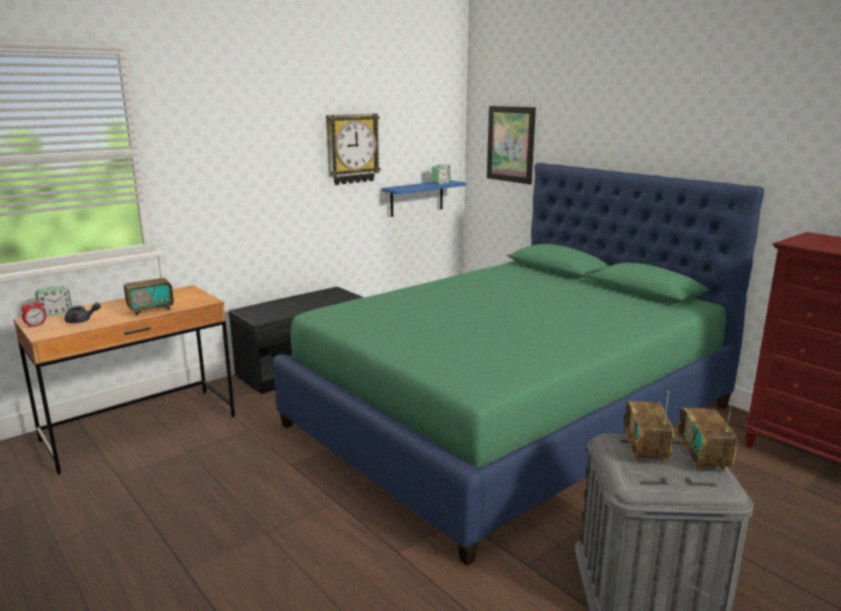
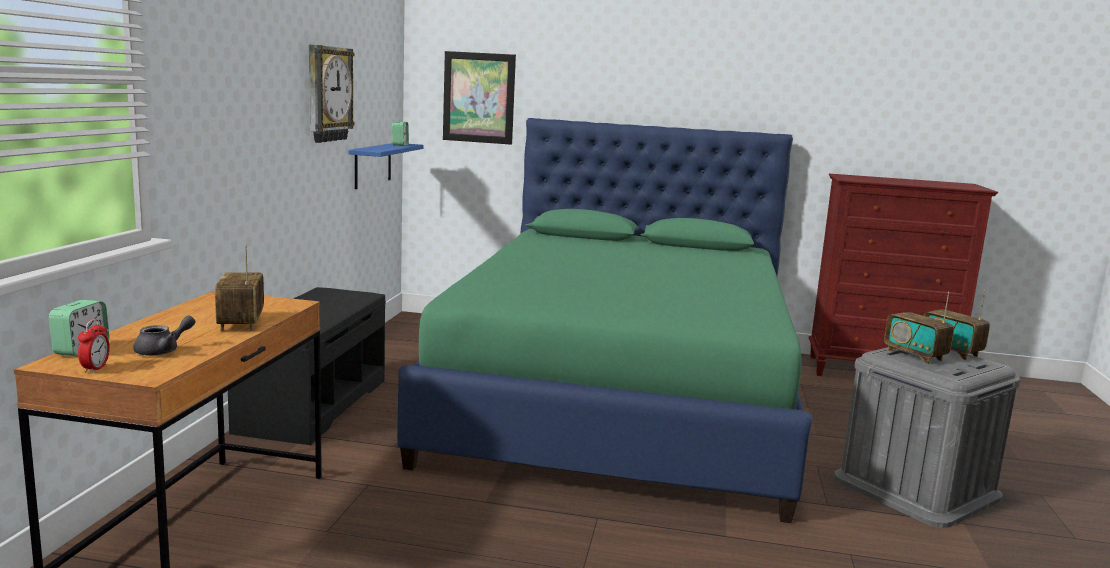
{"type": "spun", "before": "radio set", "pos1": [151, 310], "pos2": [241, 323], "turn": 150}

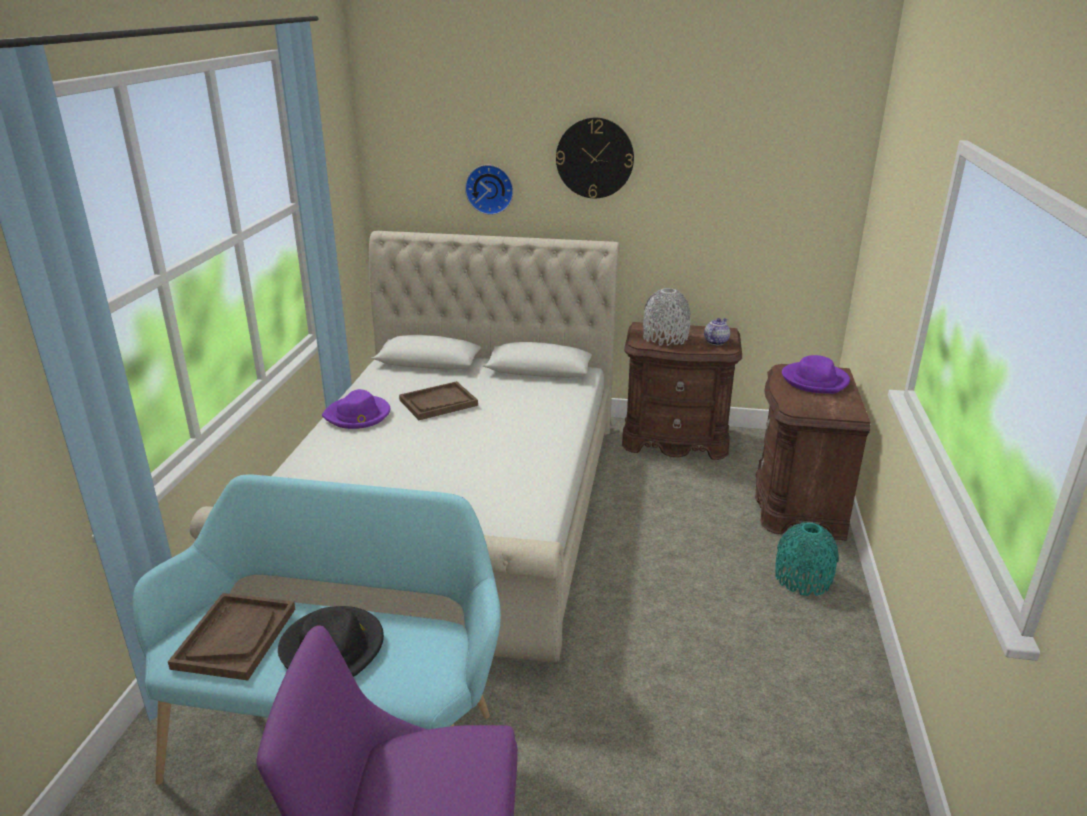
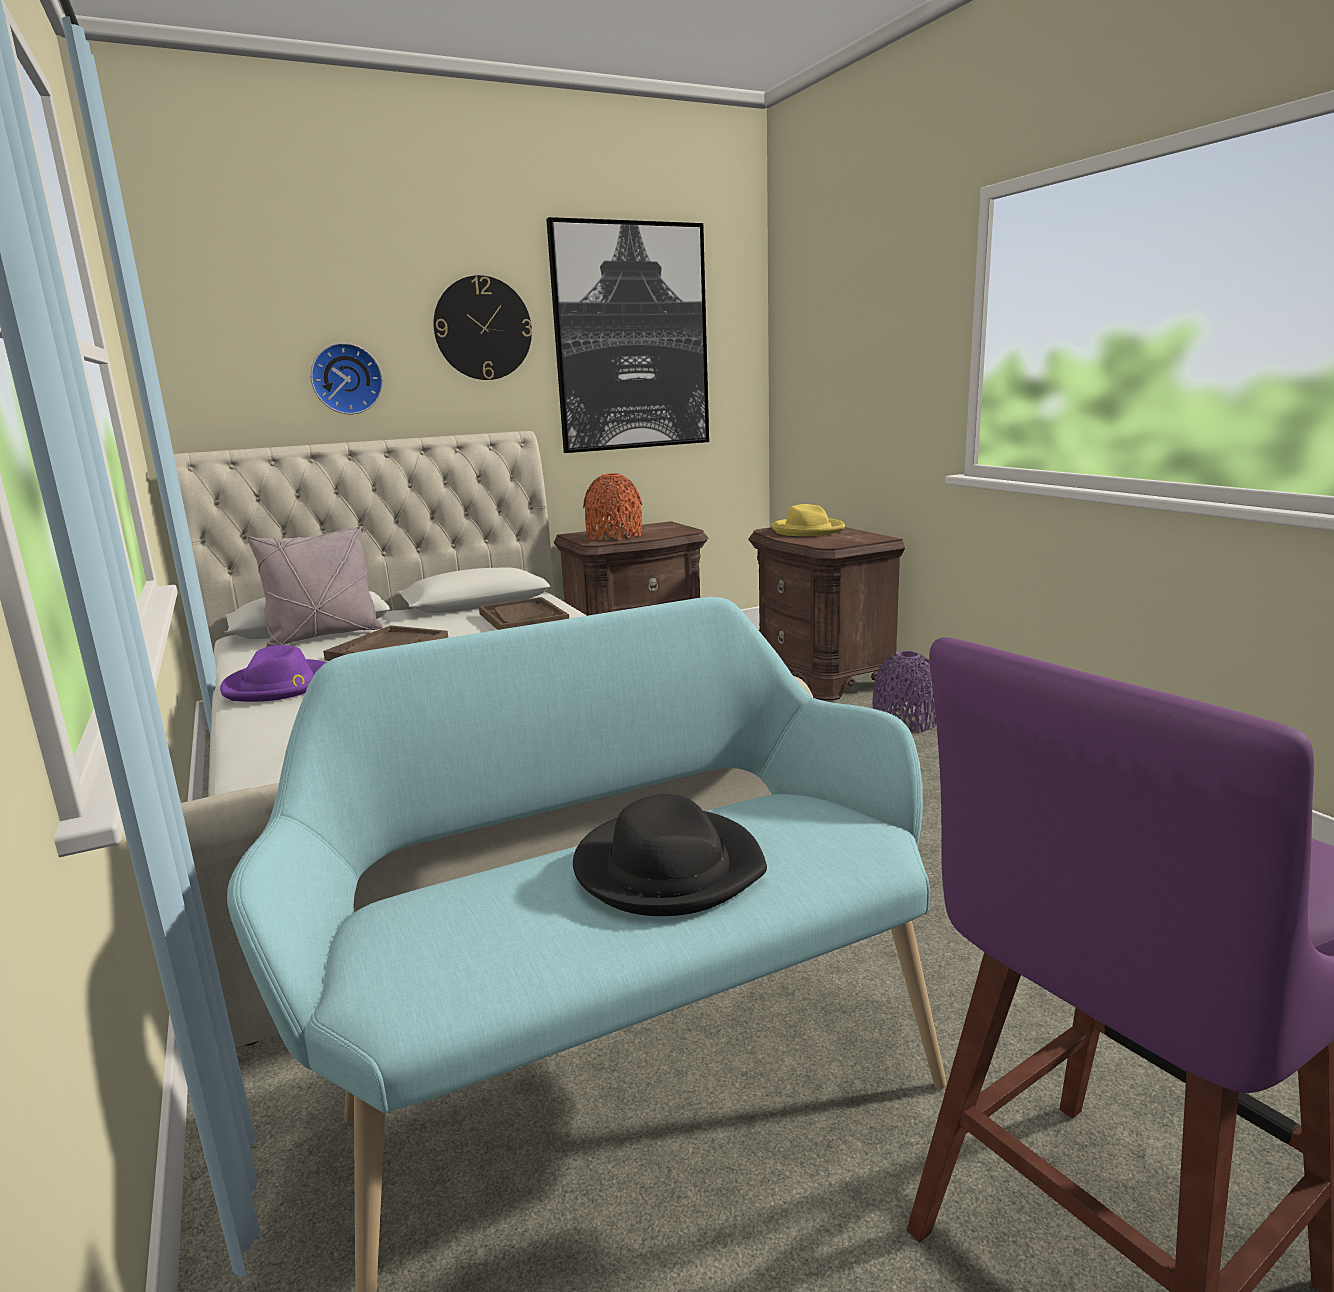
{"type": "relocated", "before": "tray in brown", "pos1": [235, 637], "pos2": [523, 618]}
{"type": "colour", "before": "vase in gray", "after": "vase in orangey", "pos1": [665, 338], "pos2": [614, 536]}
{"type": "missing", "before": "tea pot", "pos1": [716, 342]}
{"type": "colour", "before": "vase in turquoise", "after": "vase in purple", "pos1": [802, 578], "pos2": [905, 721]}
{"type": "colour", "before": "wearable hat in purple", "after": "wearable hat in yellow-coloured", "pos1": [815, 380], "pos2": [807, 530]}
{"type": "appeared", "after": "cushion in purple", "pos2": [324, 636]}
{"type": "appeared", "after": "wall picture", "pos2": [631, 338]}

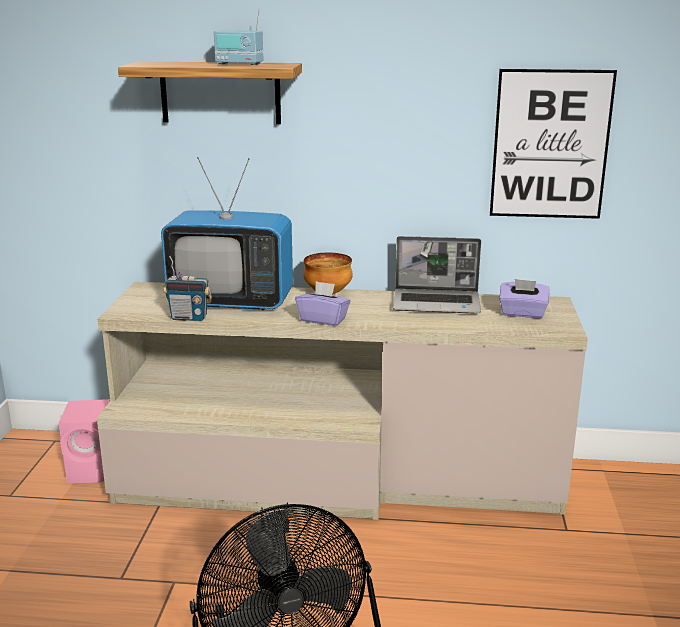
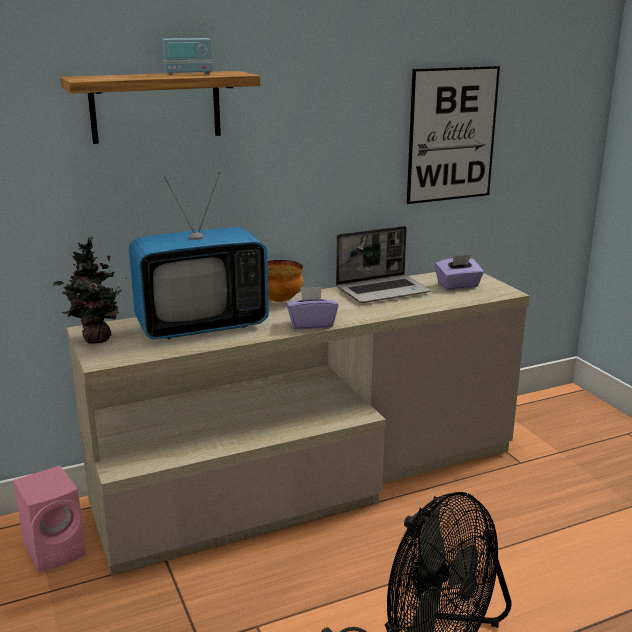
{"type": "missing", "before": "radio set", "pos1": [189, 318]}
{"type": "appeared", "after": "plant in a pot", "pos2": [94, 339]}

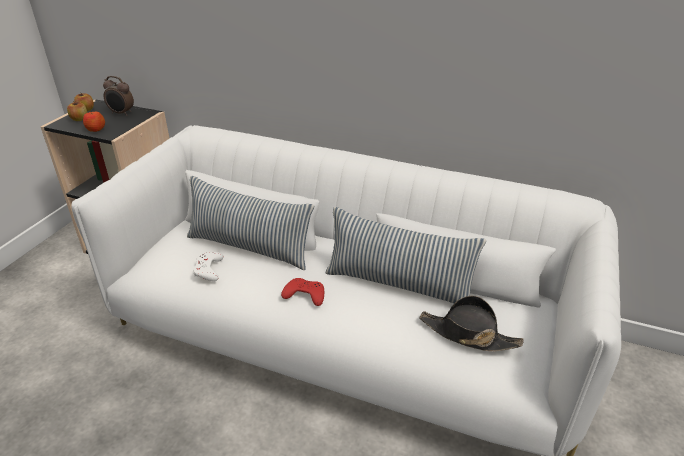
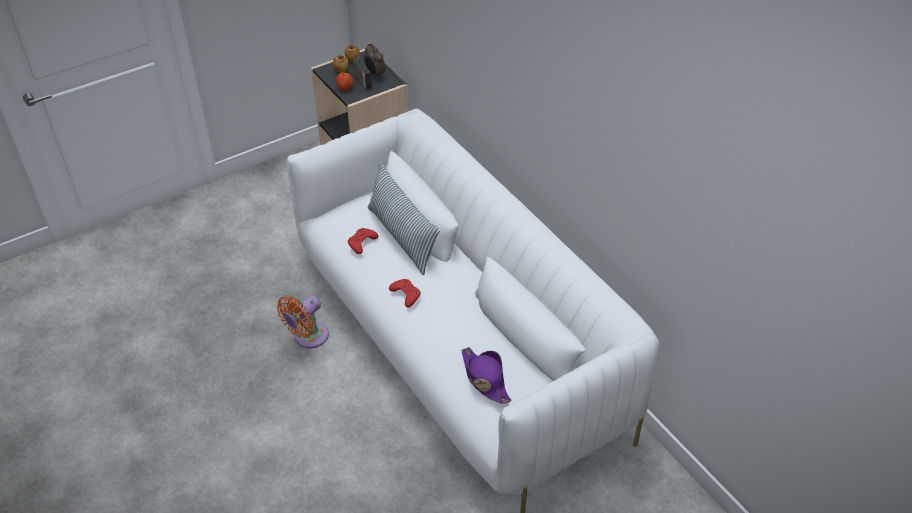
{"type": "colour", "before": "game controller in white-coloured", "after": "game controller in reddish", "pos1": [208, 269], "pos2": [361, 242]}
{"type": "missing", "before": "cushion", "pos1": [398, 284]}
{"type": "colour", "before": "wearable hat in blackish", "after": "wearable hat in purple", "pos1": [468, 334], "pos2": [484, 379]}
{"type": "appeared", "after": "fan in orangey", "pos2": [308, 337]}
{"type": "appeared", "after": "radio set", "pos2": [361, 80]}

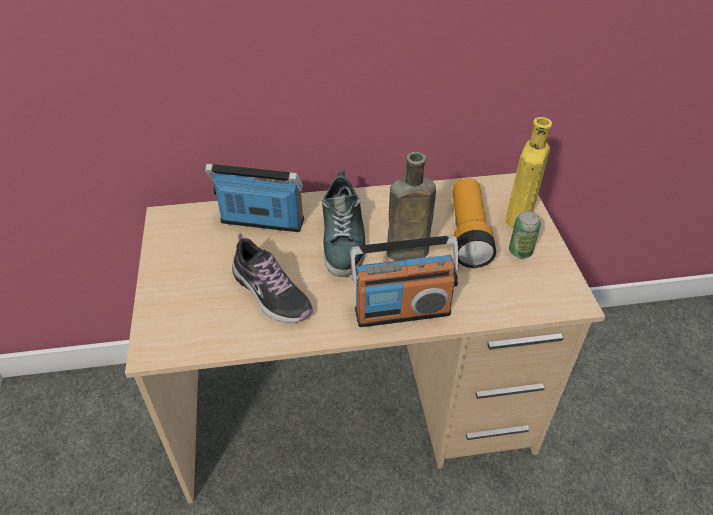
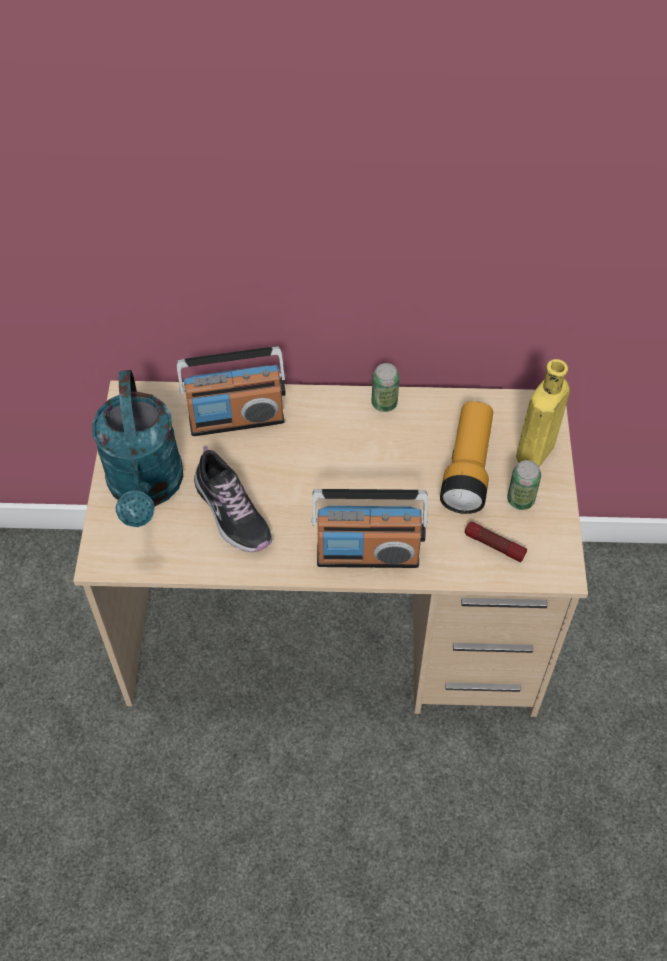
{"type": "spun", "before": "radio set", "pos1": [262, 222], "pos2": [236, 419], "turn": 150}
{"type": "missing", "before": "low shoe", "pos1": [343, 239]}
{"type": "missing", "before": "bottle in brown", "pos1": [404, 252]}
{"type": "appeared", "after": "watering pot in turquoise", "pos2": [146, 489]}
{"type": "appeared", "after": "can", "pos2": [384, 403]}
{"type": "appeared", "after": "flashlight", "pos2": [494, 545]}

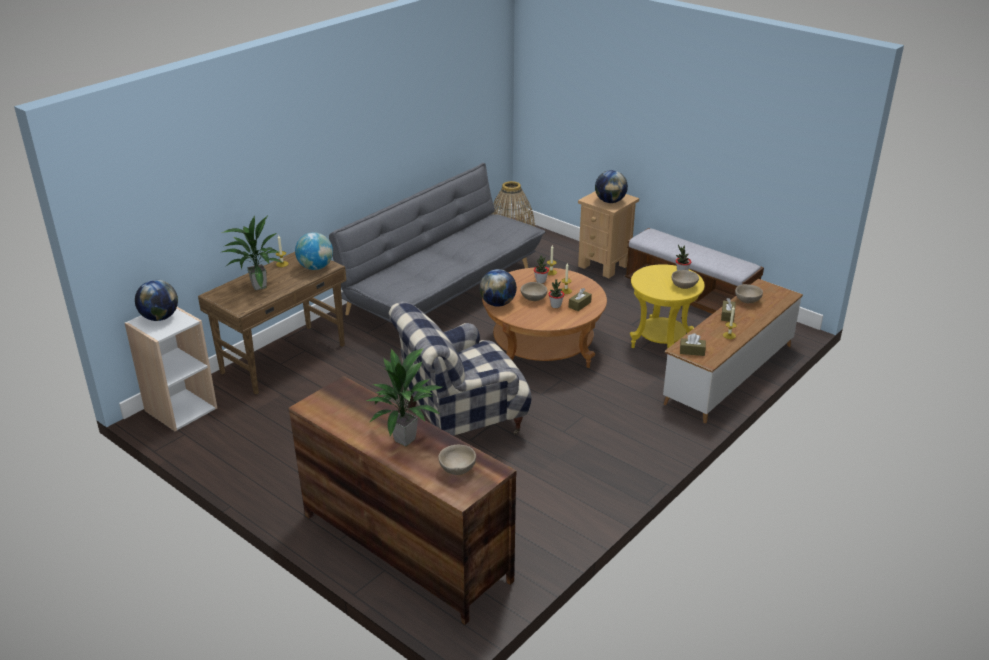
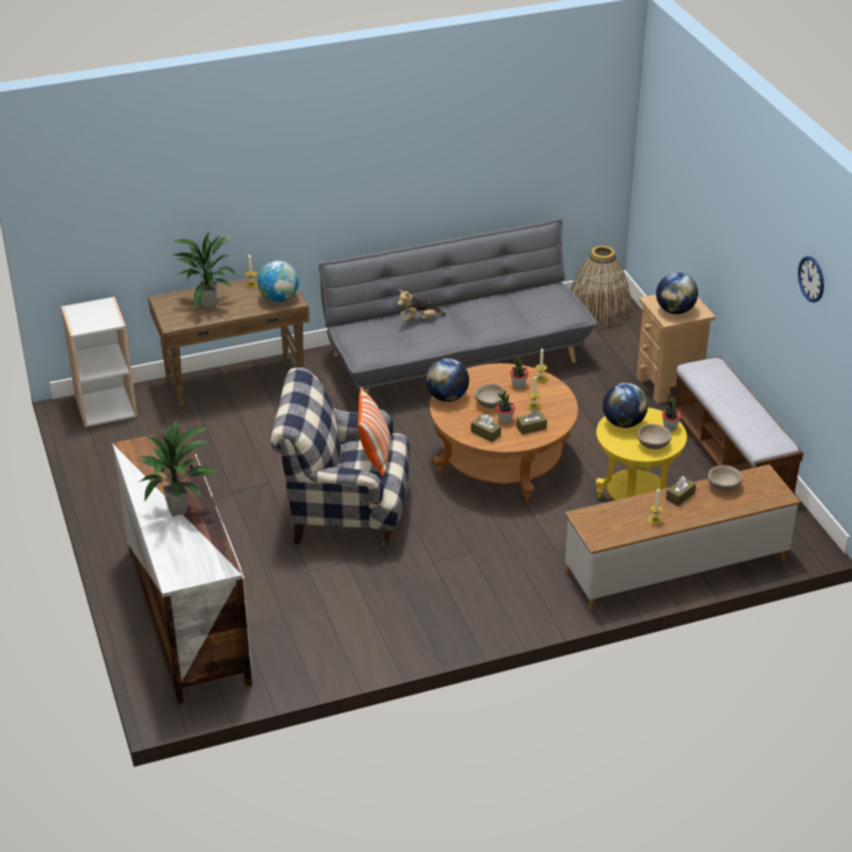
{"type": "relocated", "before": "world globe", "pos1": [159, 317], "pos2": [623, 423]}
{"type": "colour", "before": "storage cabinet in brown", "after": "storage cabinet in white-coloured", "pos1": [405, 545], "pos2": [189, 613]}
{"type": "missing", "before": "deep dish in sand-coloured", "pos1": [457, 469]}
{"type": "relocated", "before": "tissue holder in brown", "pos1": [692, 351], "pos2": [485, 433]}
{"type": "appeared", "after": "cushion", "pos2": [374, 456]}
{"type": "appeared", "after": "soft toy", "pos2": [419, 320]}
{"type": "appeared", "after": "clock on the wall", "pos2": [811, 279]}

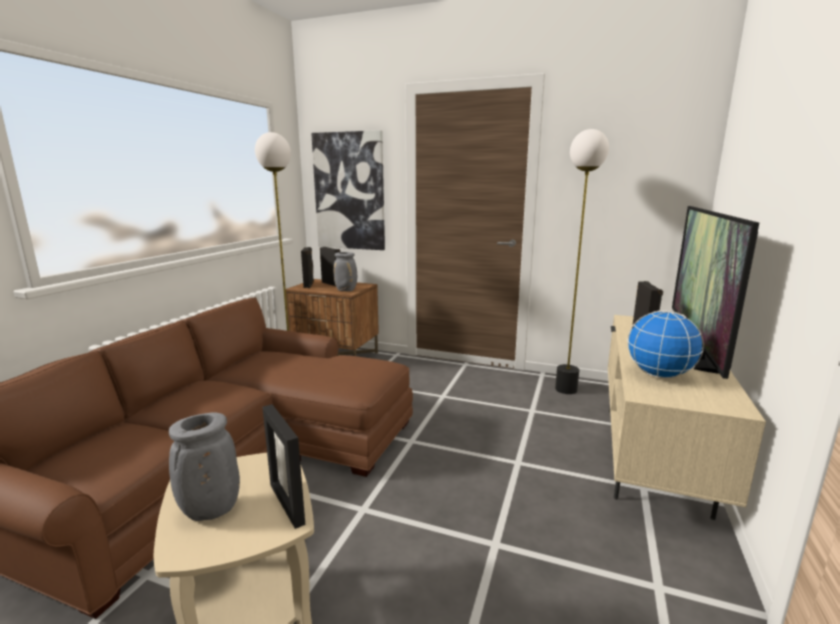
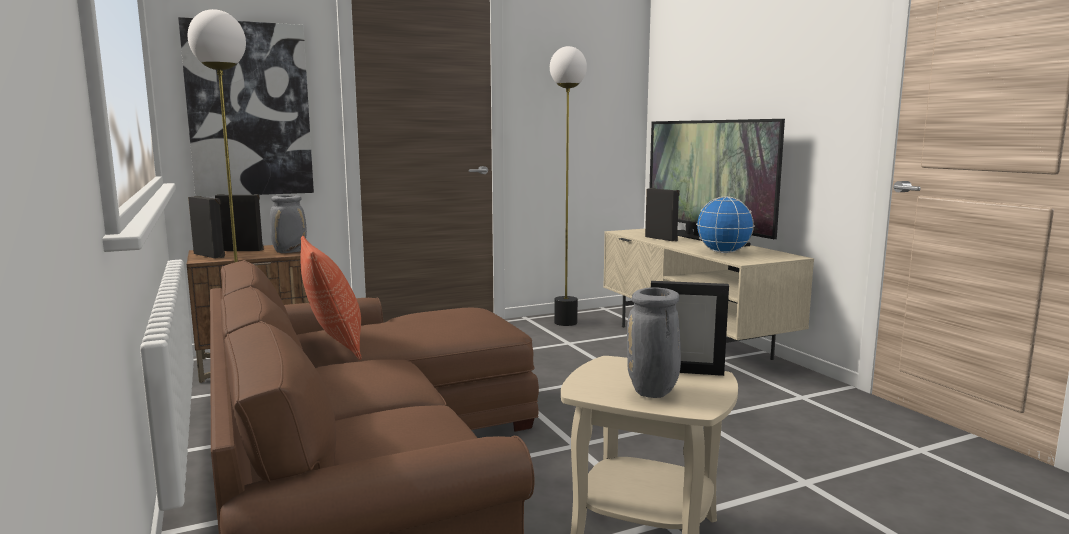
{"type": "appeared", "after": "cushion in orangey", "pos2": [334, 345]}

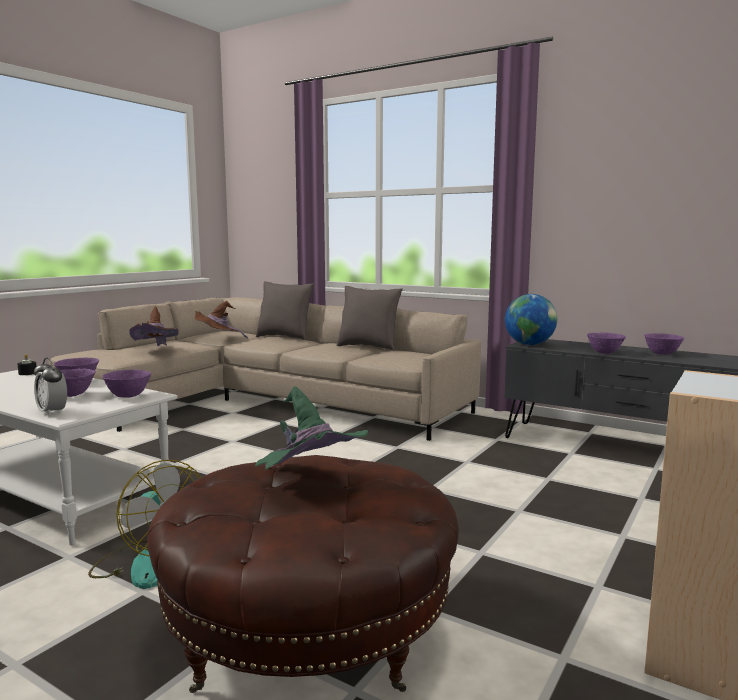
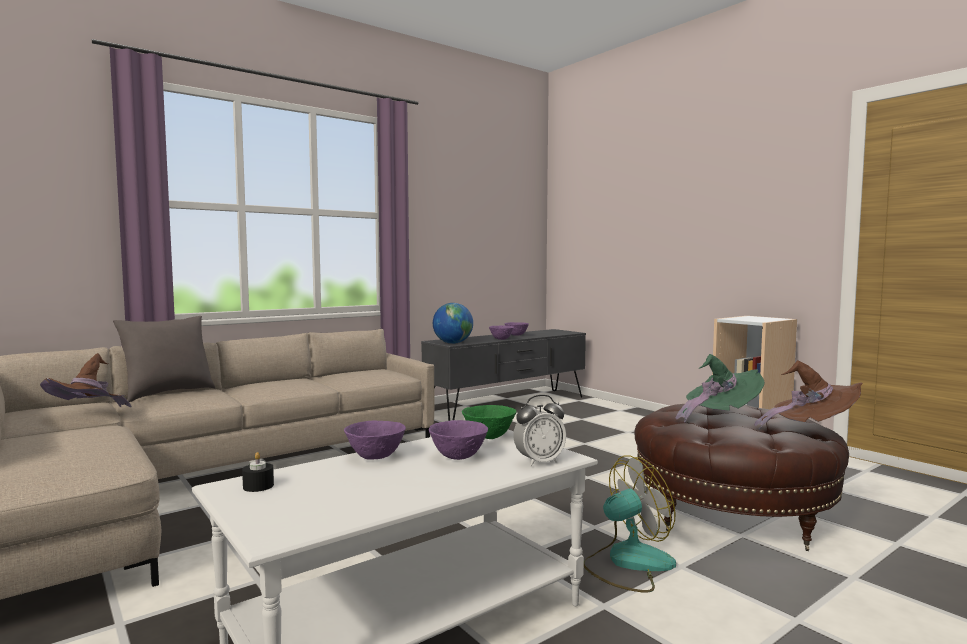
{"type": "colour", "before": "deep dish in purple", "after": "deep dish in greenish", "pos1": [128, 396], "pos2": [488, 437]}
{"type": "relocated", "before": "wearable hat in brown", "pos1": [157, 351], "pos2": [811, 430]}
{"type": "missing", "before": "cushion in gray", "pos1": [368, 347]}

